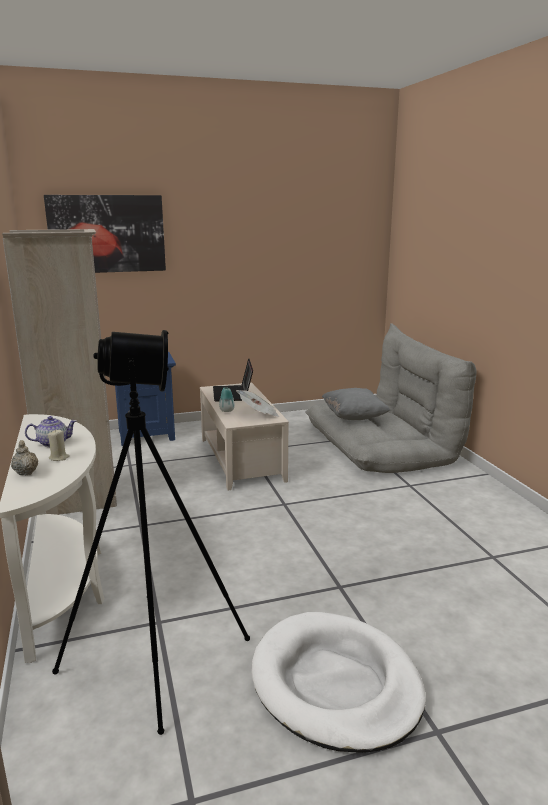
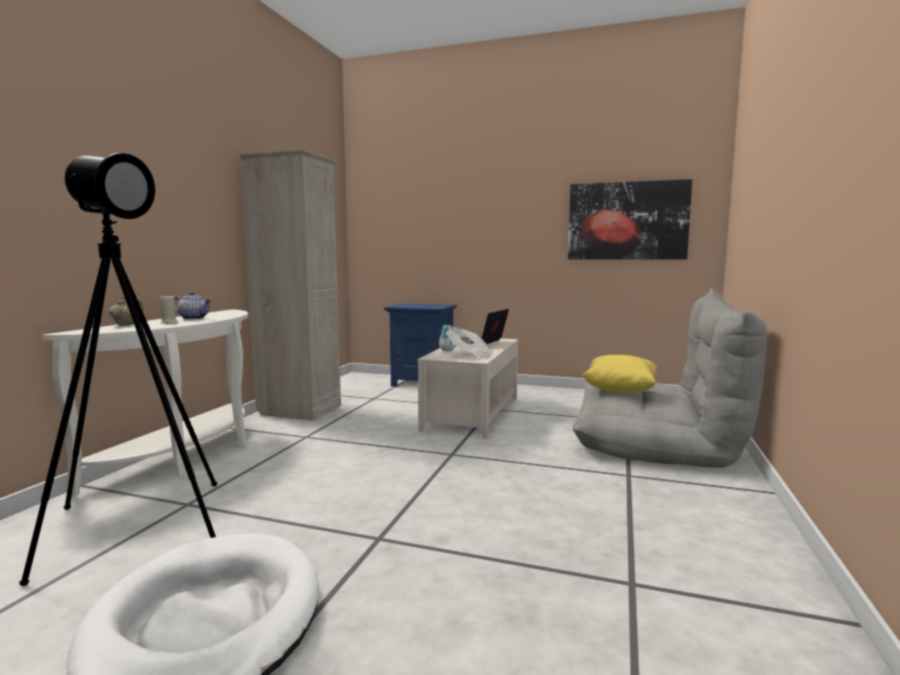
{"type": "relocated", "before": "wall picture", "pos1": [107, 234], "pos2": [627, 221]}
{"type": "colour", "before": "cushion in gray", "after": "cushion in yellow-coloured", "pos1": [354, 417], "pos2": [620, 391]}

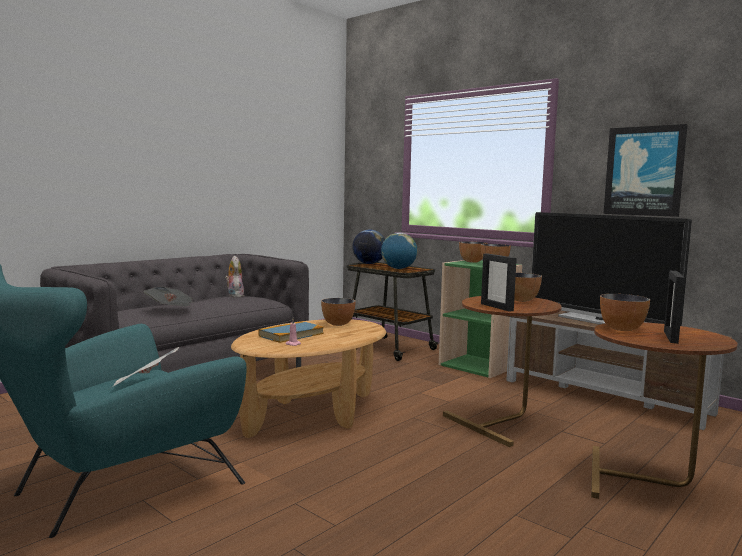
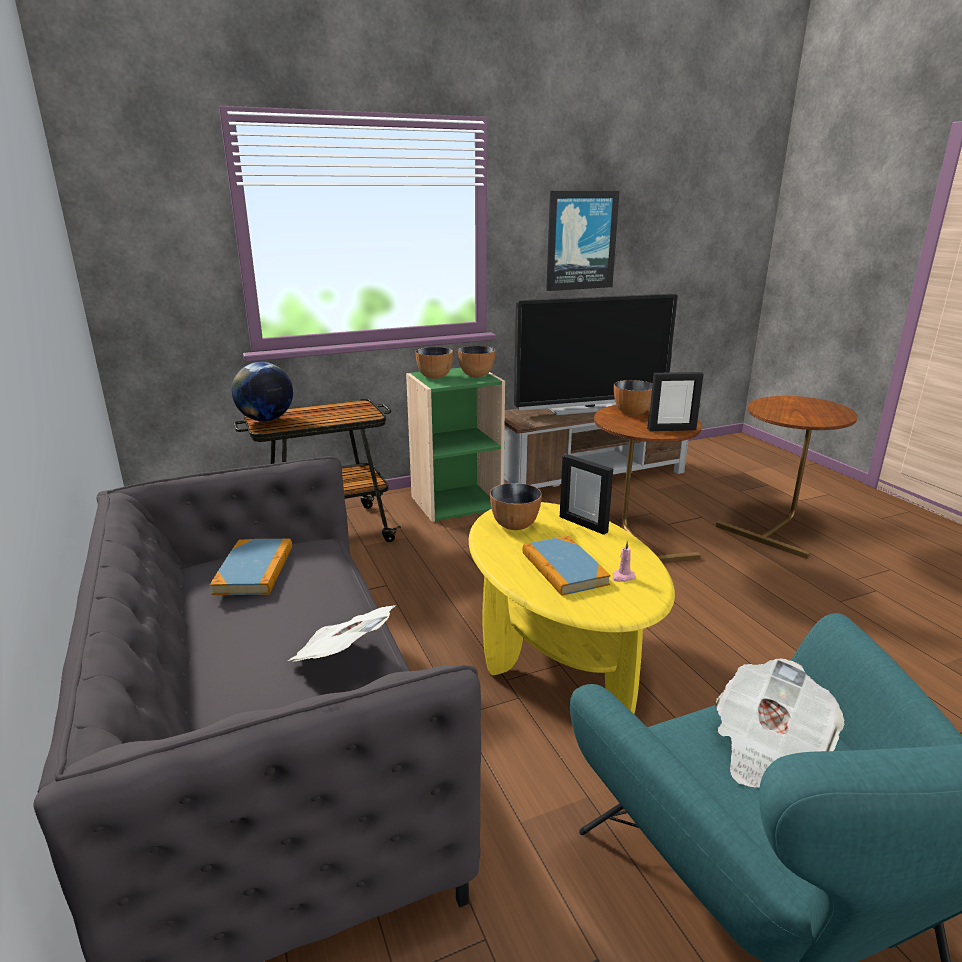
{"type": "exchanged", "before": "soft toy", "after": "volume", "pos1": [234, 296], "pos2": [254, 570]}
{"type": "colour", "before": "low table in brown", "after": "low table in yellow-coloured", "pos1": [312, 414], "pos2": [558, 655]}
{"type": "missing", "before": "world globe", "pos1": [398, 268]}
{"type": "missing", "before": "deep dish", "pos1": [622, 329]}
{"type": "relocated", "before": "picture frame", "pos1": [672, 337], "pos2": [584, 524]}

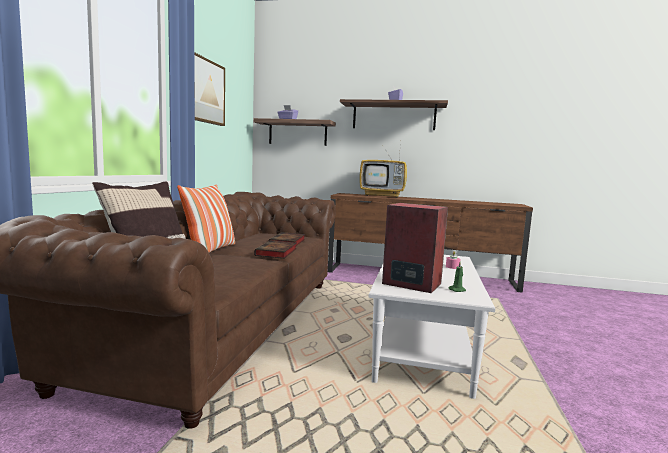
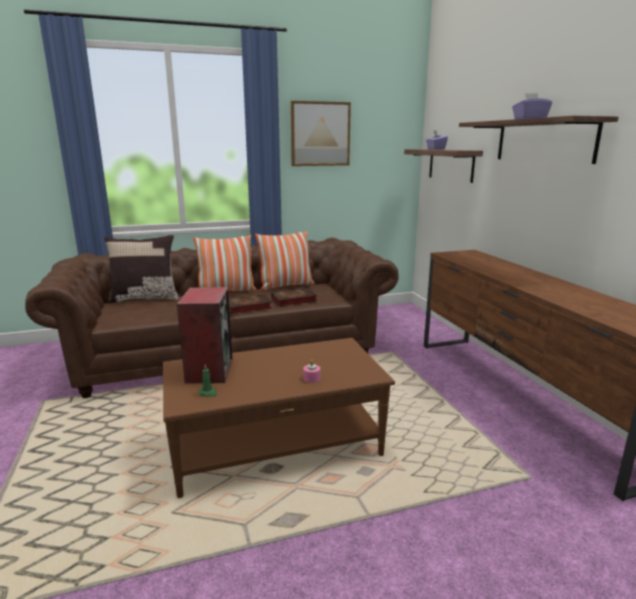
{"type": "missing", "before": "television", "pos1": [383, 196]}
{"type": "colour", "before": "low table in white-coloured", "after": "low table in brown", "pos1": [422, 345], "pos2": [277, 447]}
{"type": "appeared", "after": "cushion", "pos2": [285, 286]}

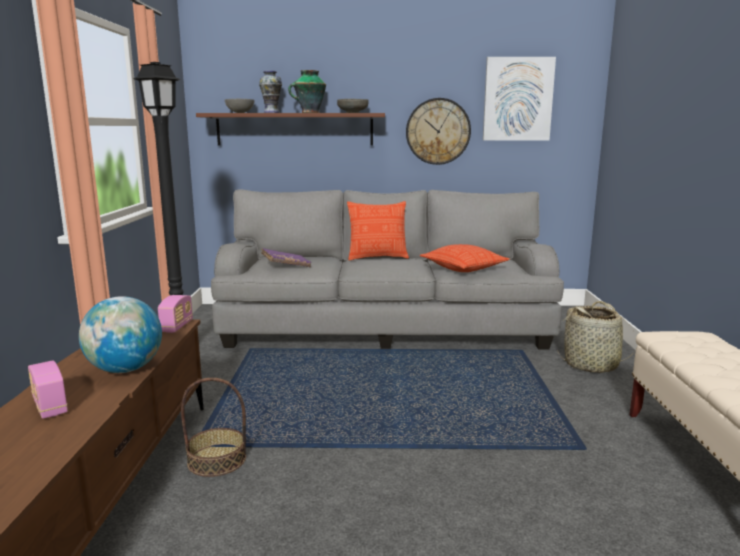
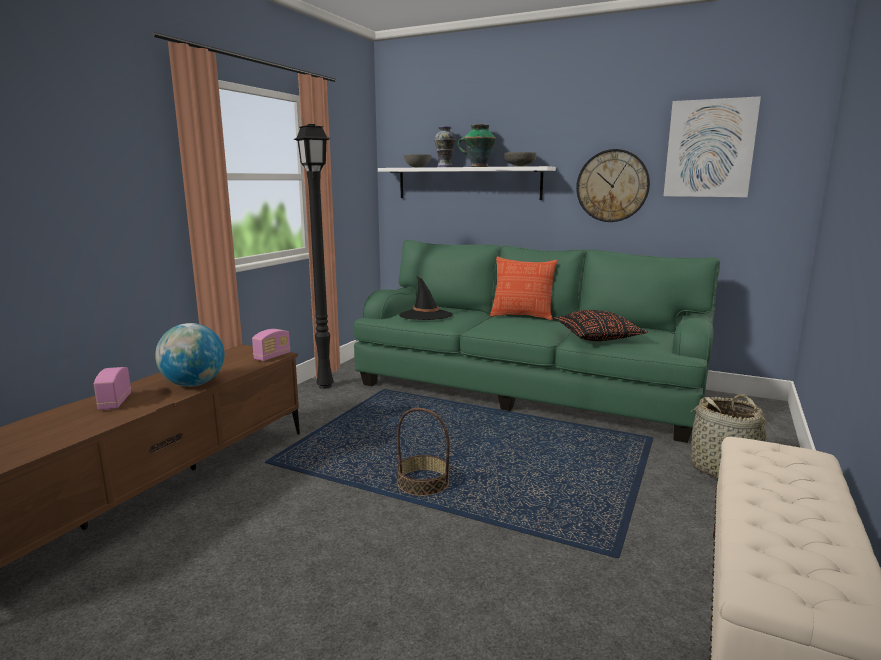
{"type": "relocated", "before": "basket", "pos1": [217, 460], "pos2": [423, 483]}
{"type": "colour", "before": "bracket shelf in brown", "after": "bracket shelf in white-coloured", "pos1": [294, 129], "pos2": [468, 183]}
{"type": "colour", "before": "sofa in gray", "after": "sofa in greenish", "pos1": [385, 326], "pos2": [526, 388]}
{"type": "exchanged", "before": "volume in purple", "after": "wearable hat in blackish", "pos1": [286, 266], "pos2": [425, 315]}
{"type": "colour", "before": "cushion in orangey", "after": "cushion in blackish", "pos1": [464, 269], "pos2": [598, 337]}

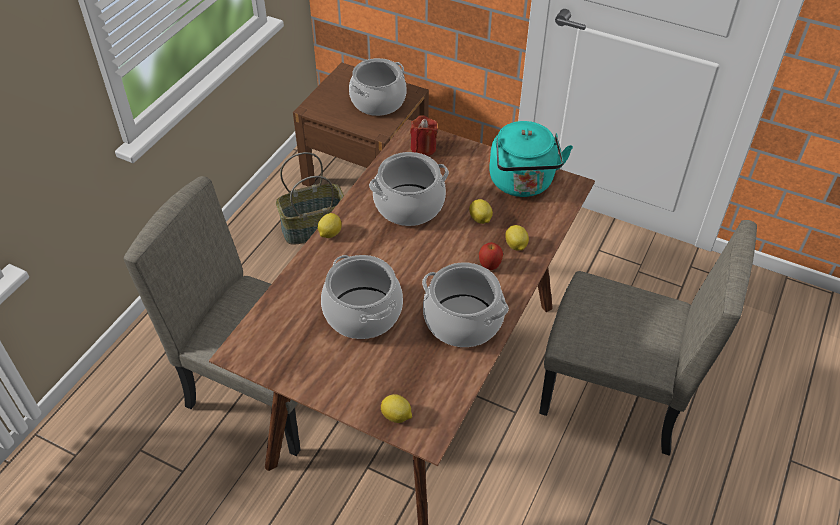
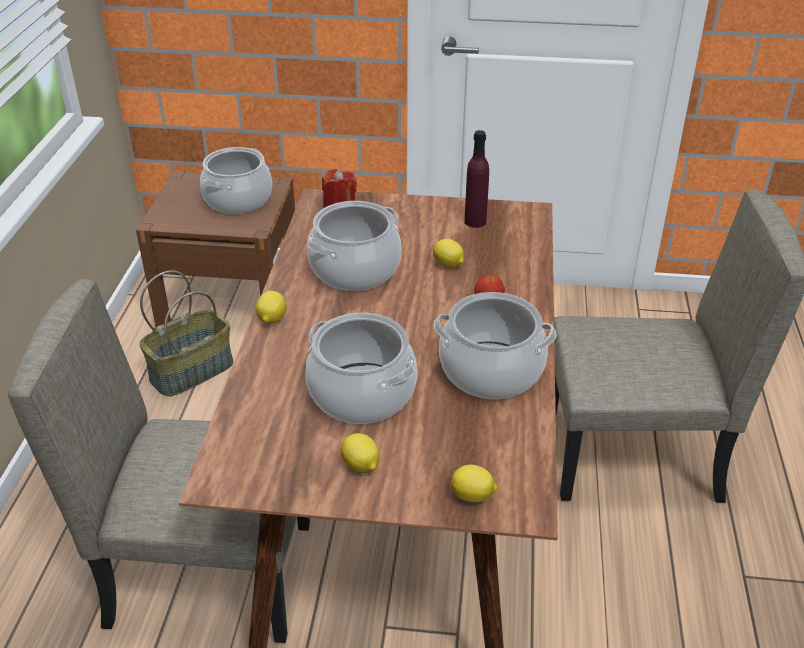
{"type": "exchanged", "before": "kettle in turquoise", "after": "bottle in purple", "pos1": [522, 183], "pos2": [475, 221]}
{"type": "relocated", "before": "whole lemon", "pos1": [516, 246], "pos2": [361, 466]}

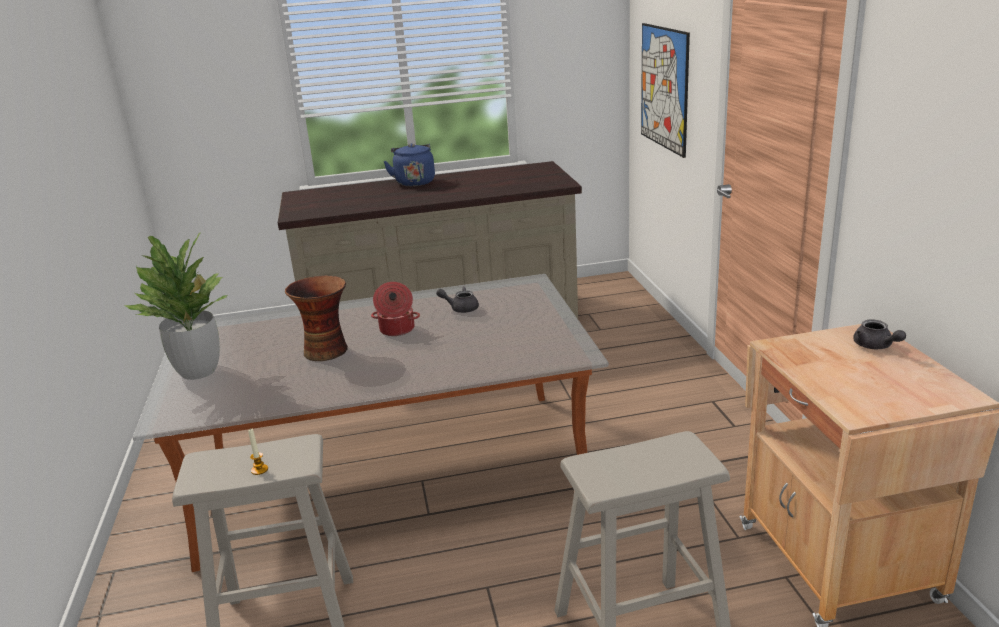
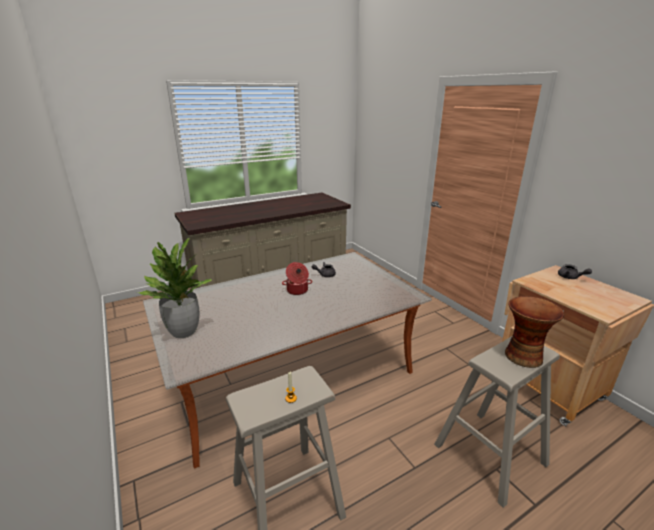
{"type": "relocated", "before": "vase", "pos1": [326, 350], "pos2": [522, 355]}
{"type": "missing", "before": "kettle in blue", "pos1": [414, 182]}
{"type": "missing", "before": "wall picture", "pos1": [664, 88]}

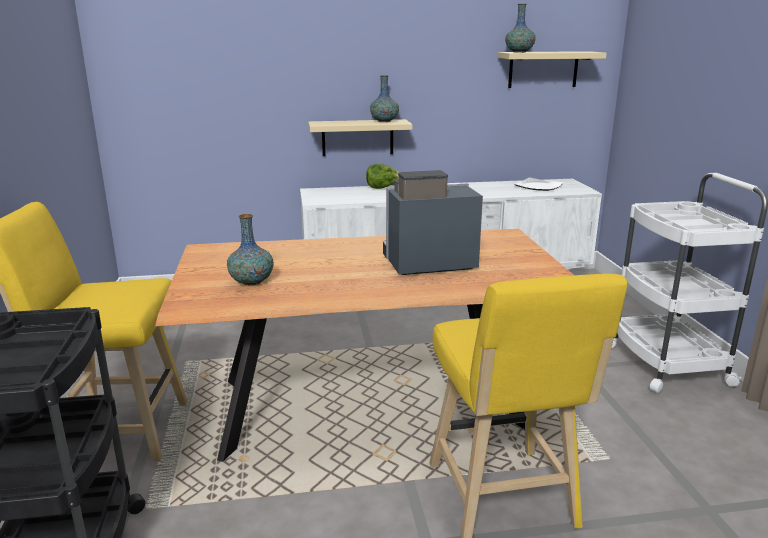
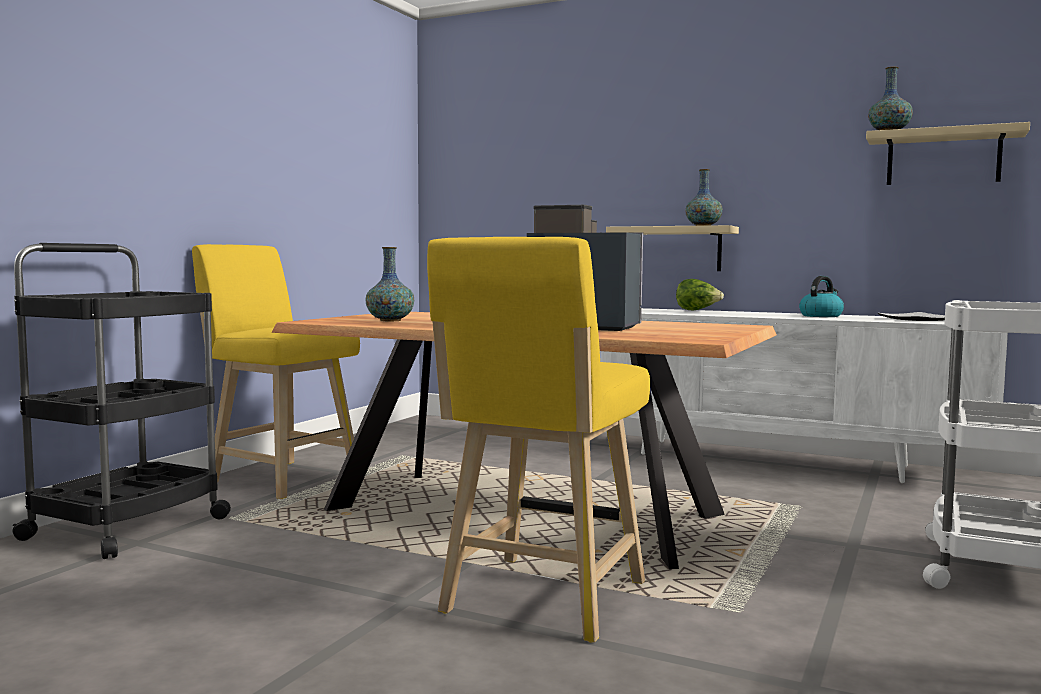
{"type": "appeared", "after": "kettle", "pos2": [821, 316]}

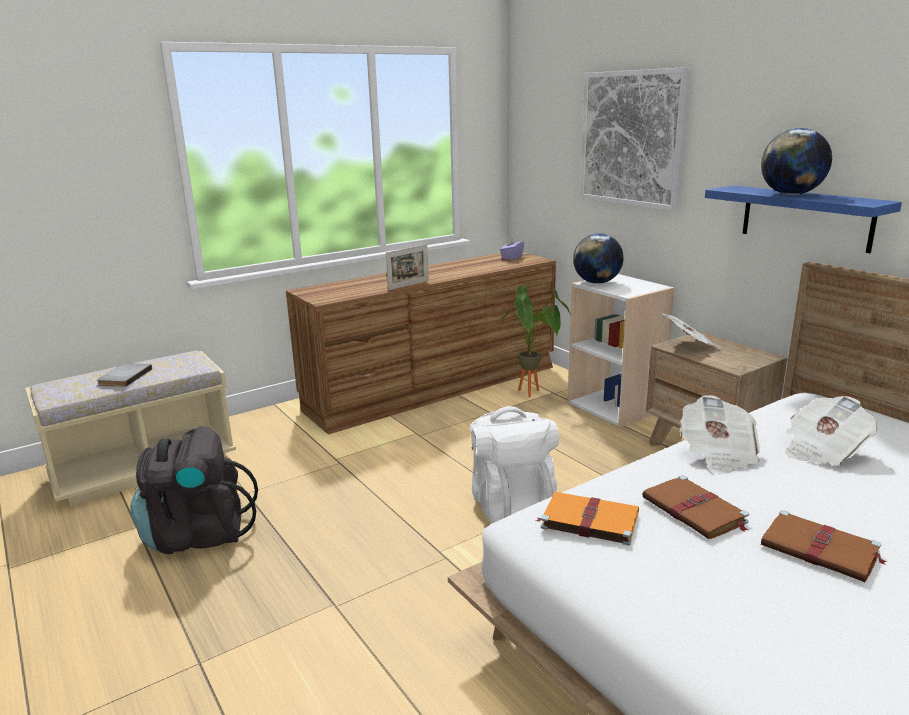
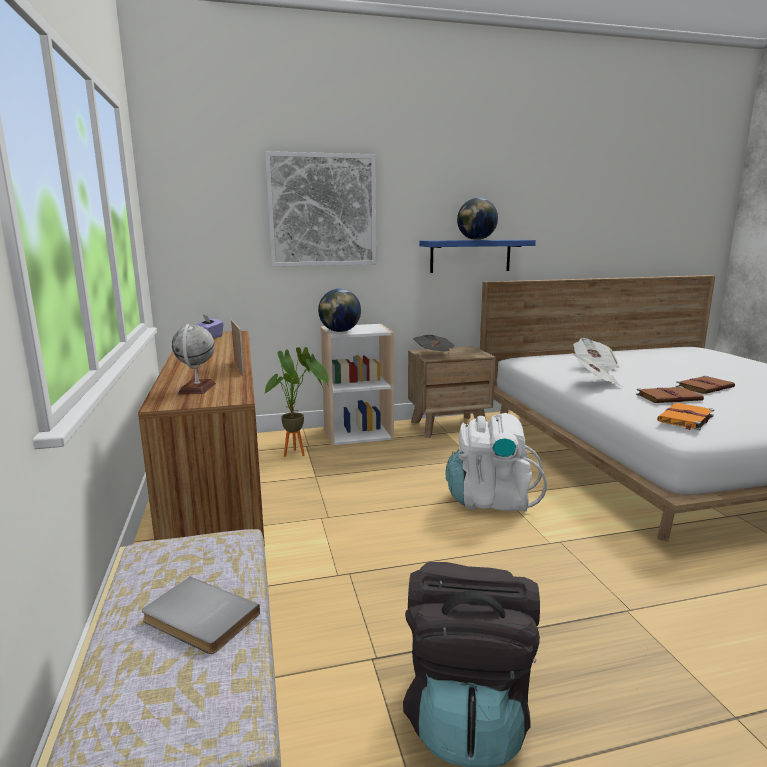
{"type": "appeared", "after": "world globe", "pos2": [197, 388]}

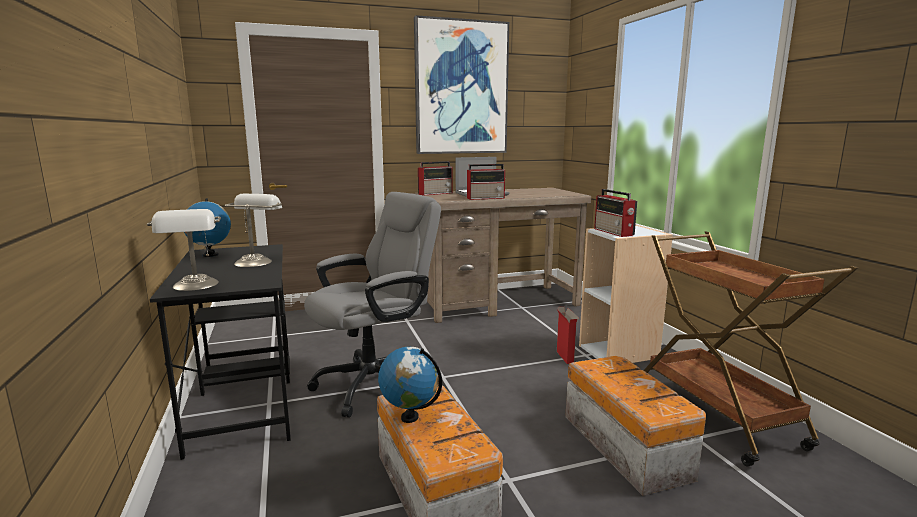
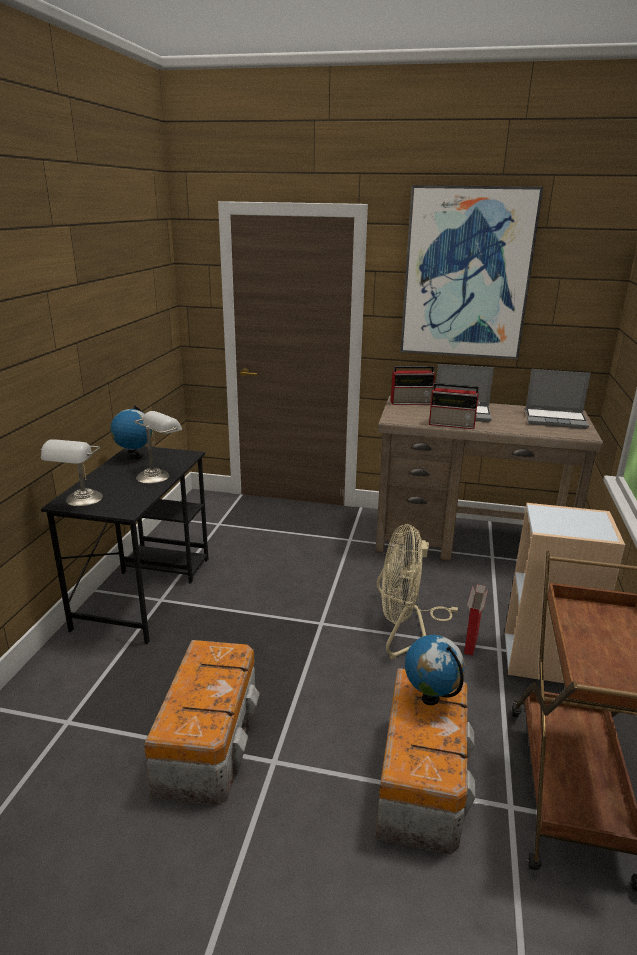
{"type": "missing", "before": "computer chair in gray", "pos1": [376, 384]}
{"type": "relocated", "before": "world globe", "pos1": [410, 417], "pos2": [431, 698]}
{"type": "missing", "before": "radio set", "pos1": [614, 232]}
{"type": "appeared", "after": "fan in sand-coloured", "pos2": [406, 623]}
{"type": "appeared", "after": "notebook computer", "pos2": [556, 420]}

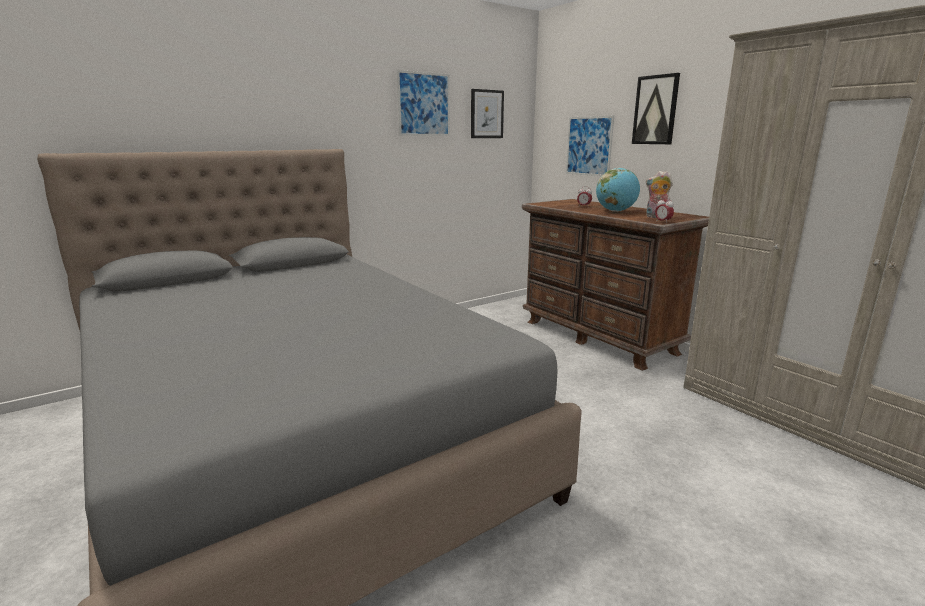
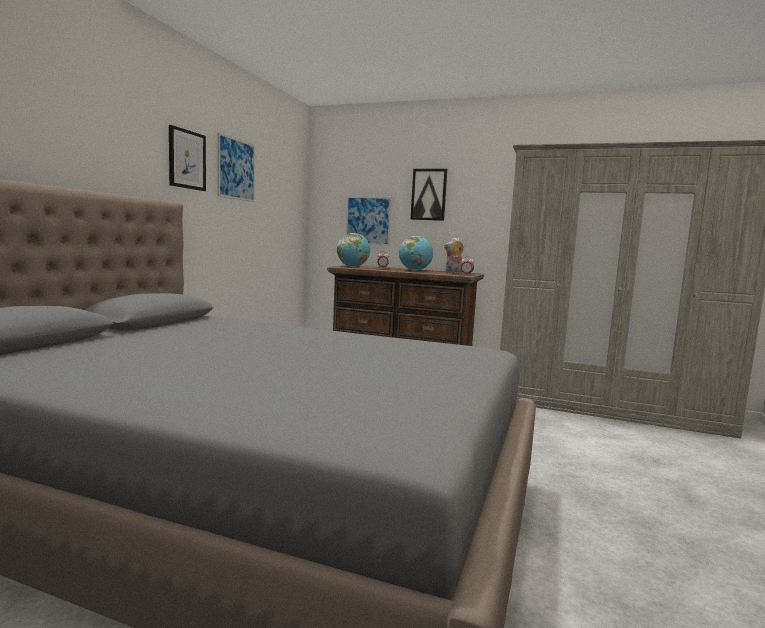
{"type": "relocated", "before": "wall picture", "pos1": [486, 114], "pos2": [187, 159]}
{"type": "appeared", "after": "world globe", "pos2": [352, 267]}

